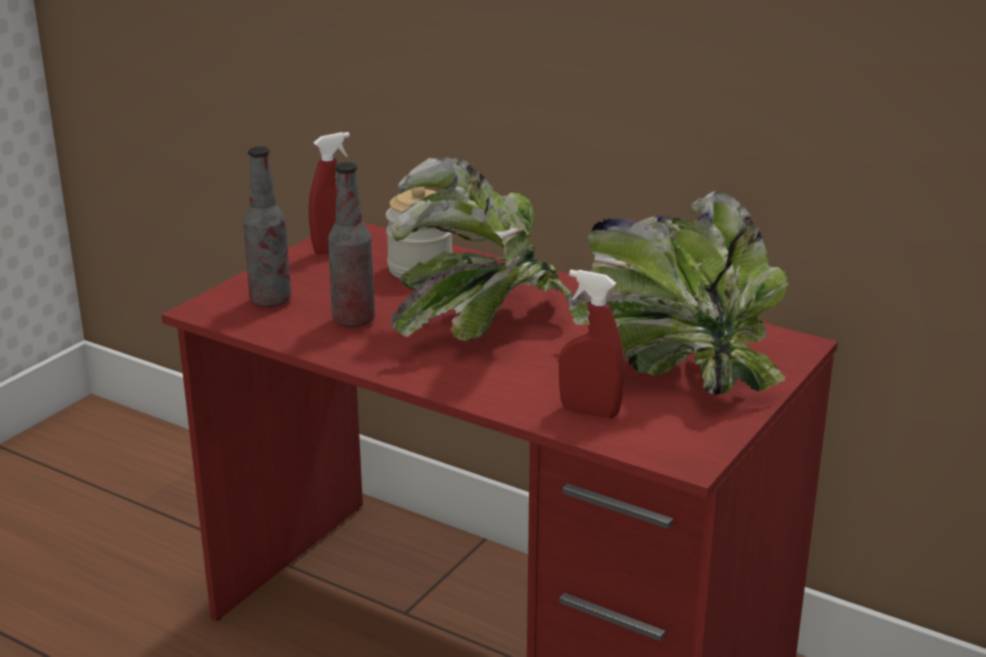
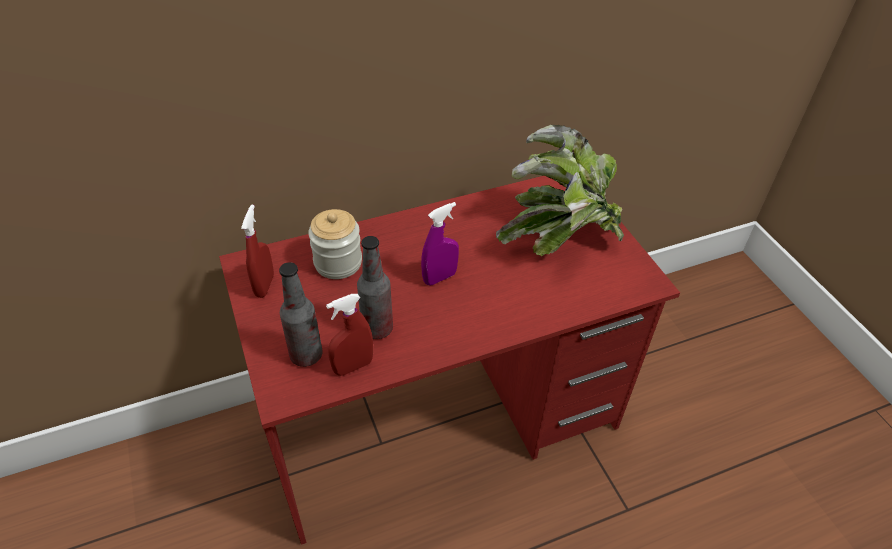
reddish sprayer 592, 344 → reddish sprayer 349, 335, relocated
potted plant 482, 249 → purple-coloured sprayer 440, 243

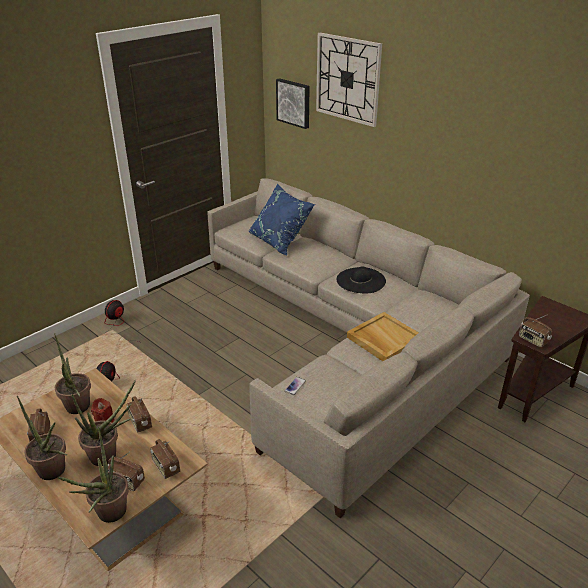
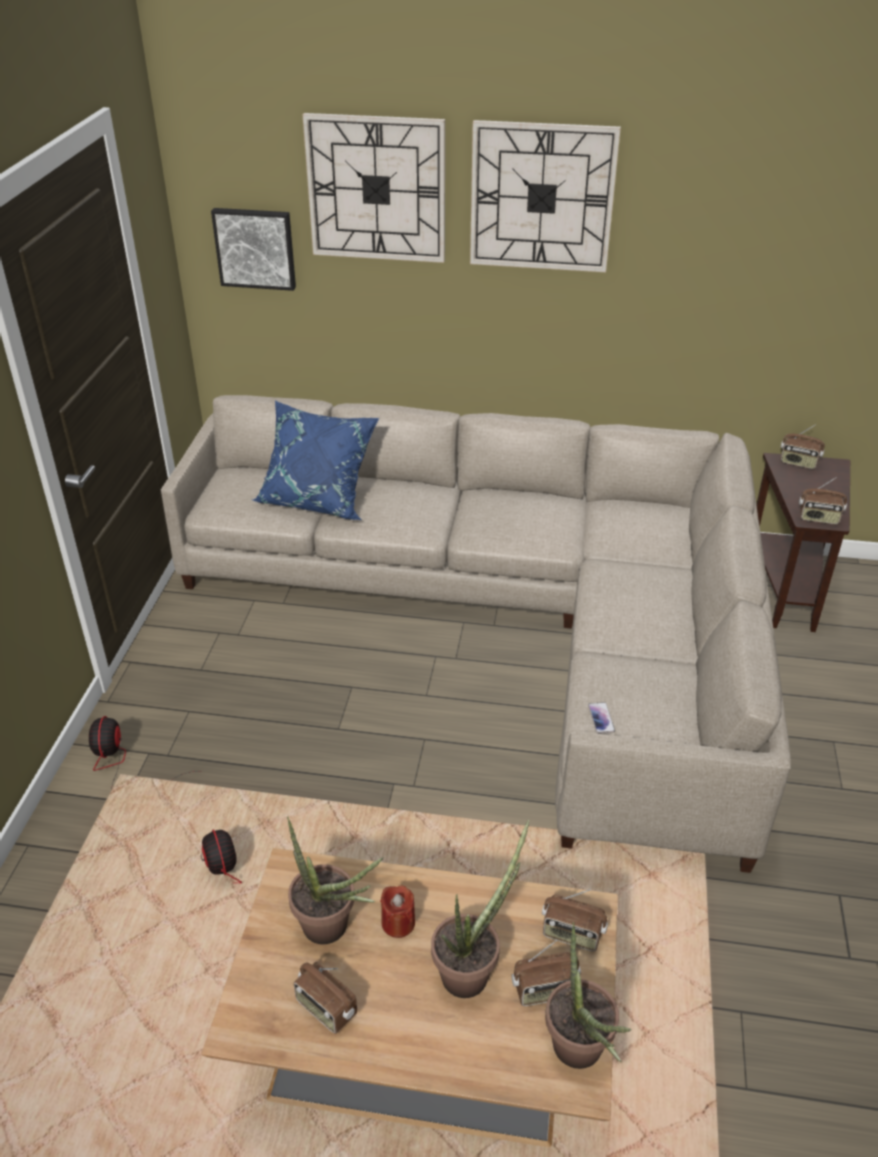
- → clock on the wall 545, 196
radio set 139, 414 → radio set 802, 446, relocated
potted plant 42, 438 → -
blackish wearable hat 361, 280 → -
sand-coloured carrying tray 383, 336 → -

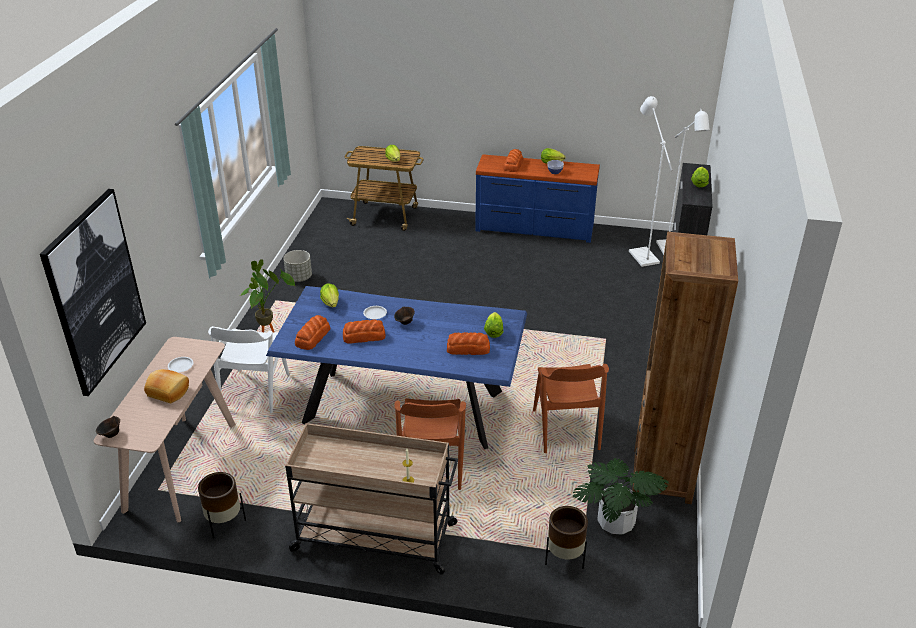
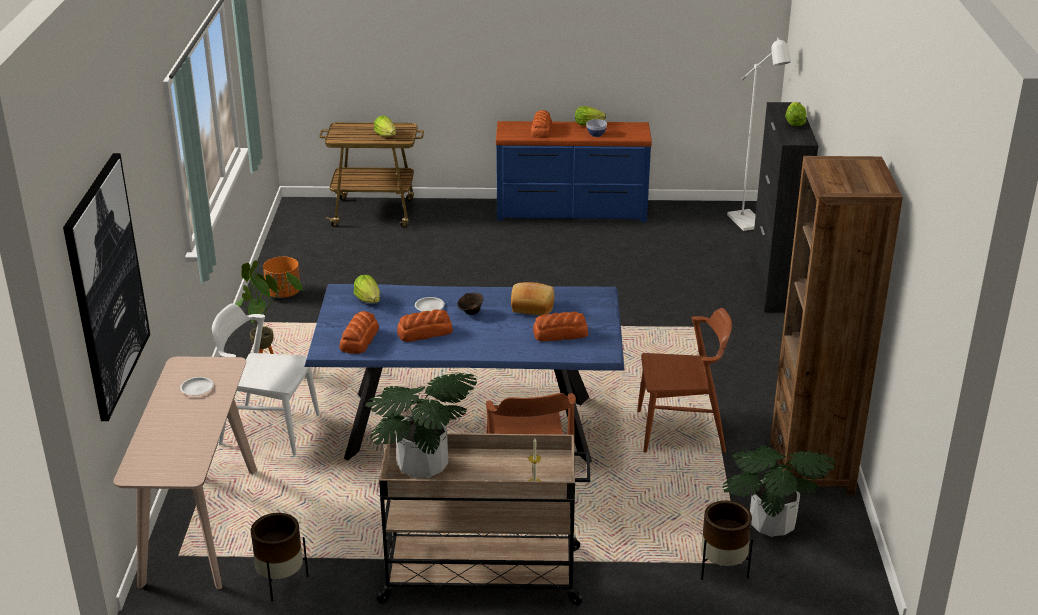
white chair 248, 369 → white chair 266, 380, 105 degrees clockwise
greyish plant pot 297, 266 → orange plant pot 281, 277
- → potted plant 421, 425
bakery bread 166, 386 → bakery bread 532, 299, relocated
brownish chair 571, 408 → brownish chair 684, 380, 75 degrees counterclockwise
brownish serving bowl 108, 427 → -
lettuce 493, 325 → -
white floor lamp 651, 181 → -

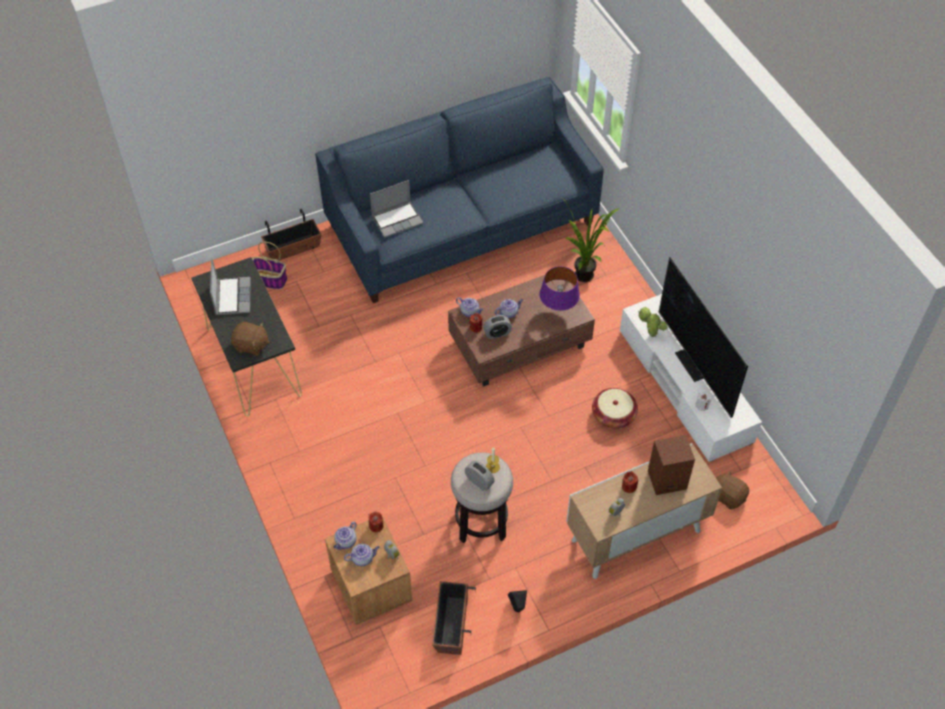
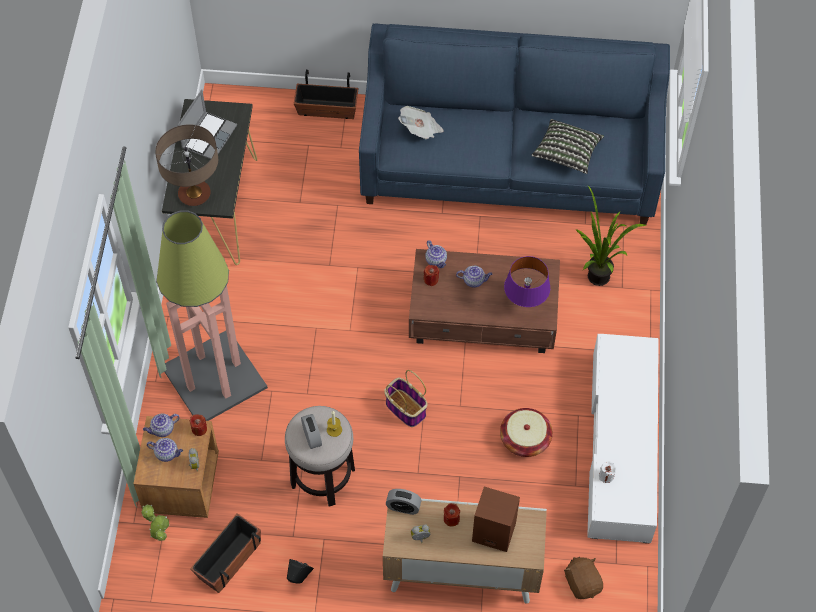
potted plant 653, 321 → potted plant 155, 523, relocated
brownish plush toy 250, 339 → lamp for a table 186, 165
- → floor lamp 212, 315
storage basket 269, 266 → storage basket 406, 398, relocated
table clock 497, 327 → table clock 404, 502, relocated
notebook computer 396, 209 → daily paper 421, 122
- → cushion 568, 146
TV set 703, 337 → -

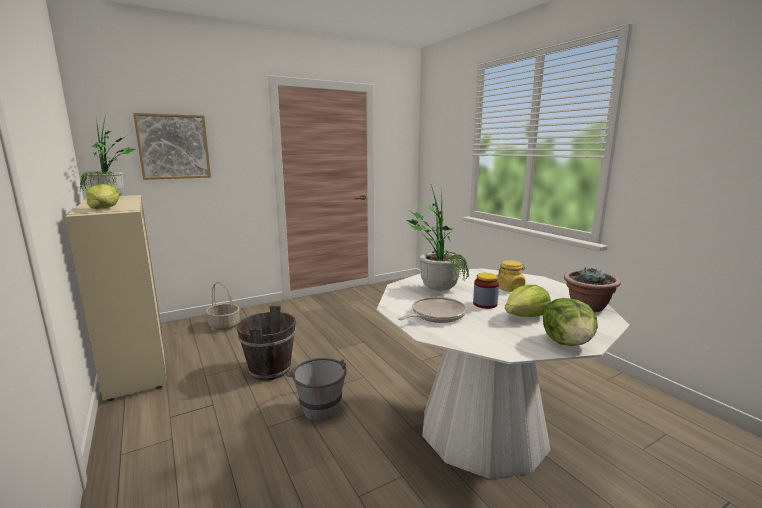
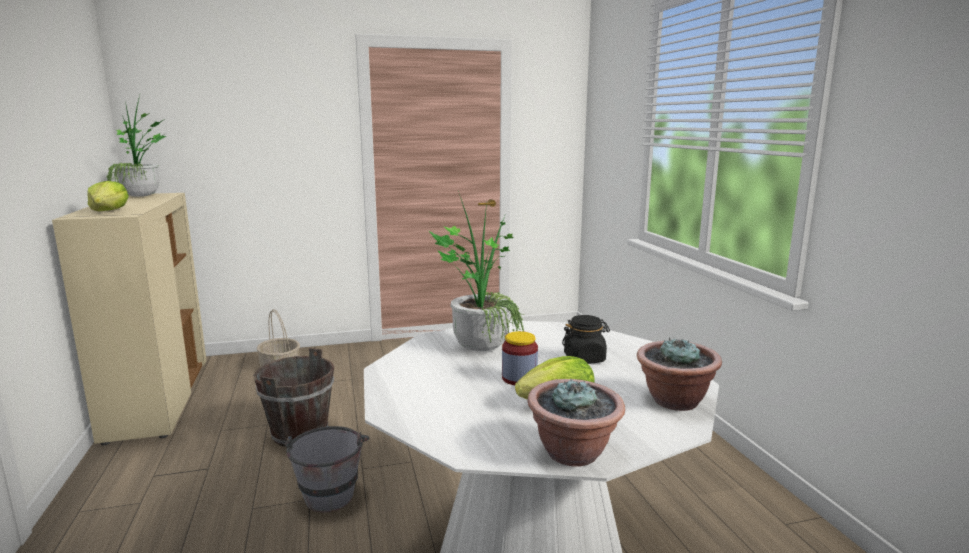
lettuce 570, 322 → potted plant 576, 422
yellow-coloured preserve jar 511, 276 → blackish preserve jar 586, 339
wall picture 172, 146 → -
frying pan 432, 310 → -

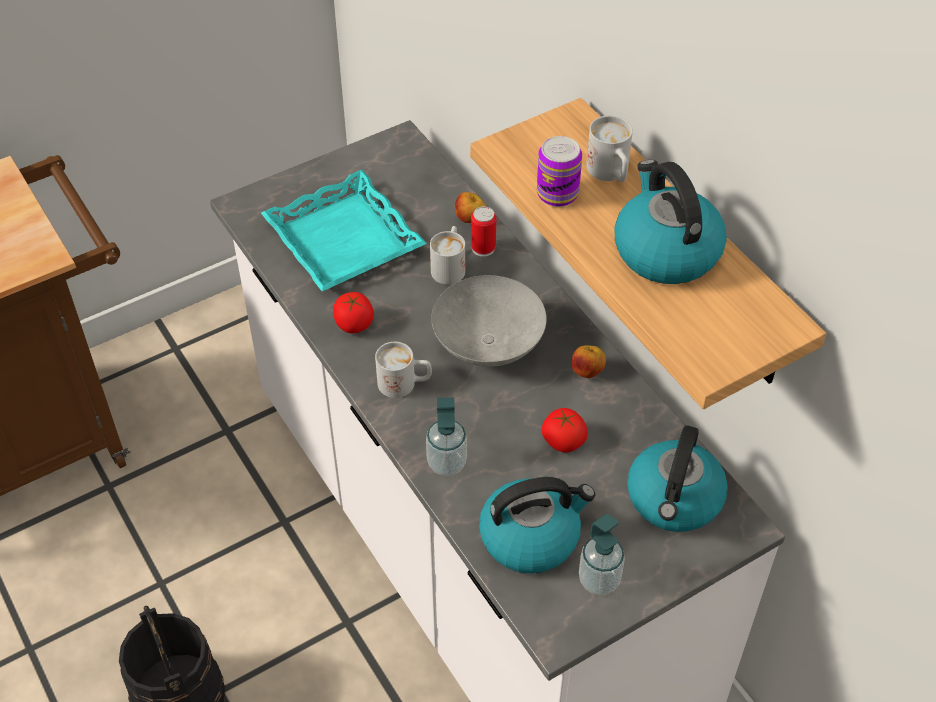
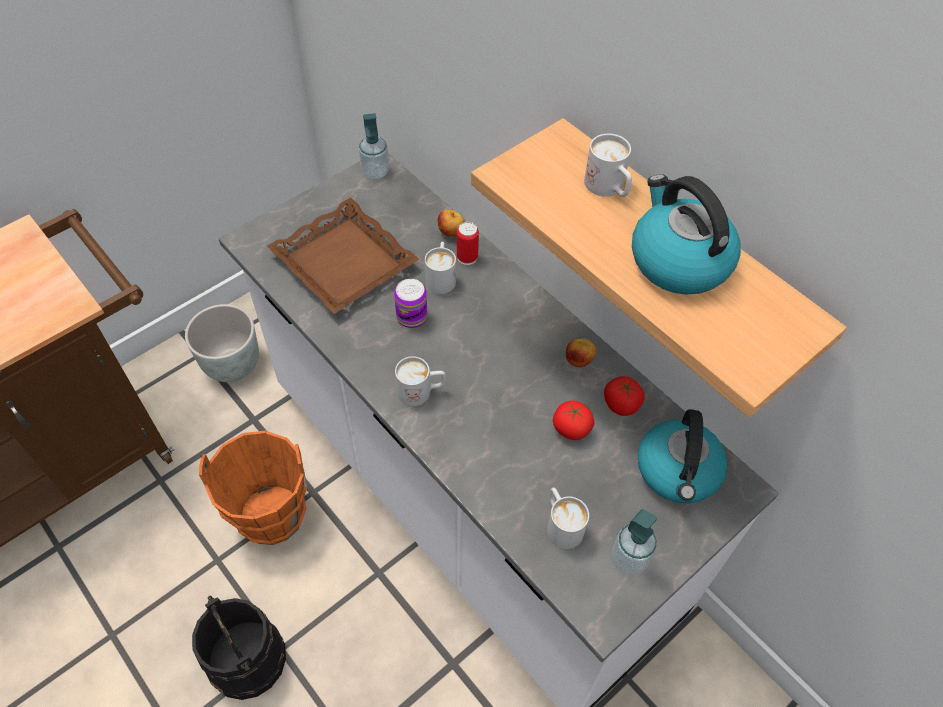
- → greyish plant pot 222, 343
- → orange bucket 253, 488
turquoise-coloured carrying tray 344, 230 → brownish carrying tray 343, 255
soap bottle 446, 437 → soap bottle 374, 146, relocated
metal can 559, 171 → metal can 410, 303, relocated
water kettle 537, 525 → white coffee mug 568, 518
tomato 353, 312 → tomato 624, 396, relocated
greyish serving bowl 489, 321 → -

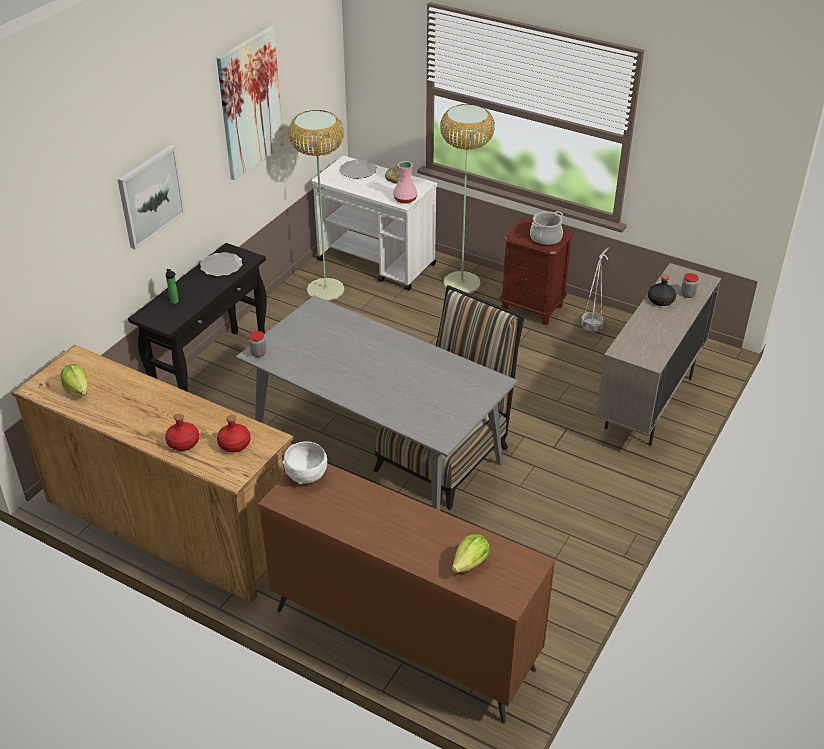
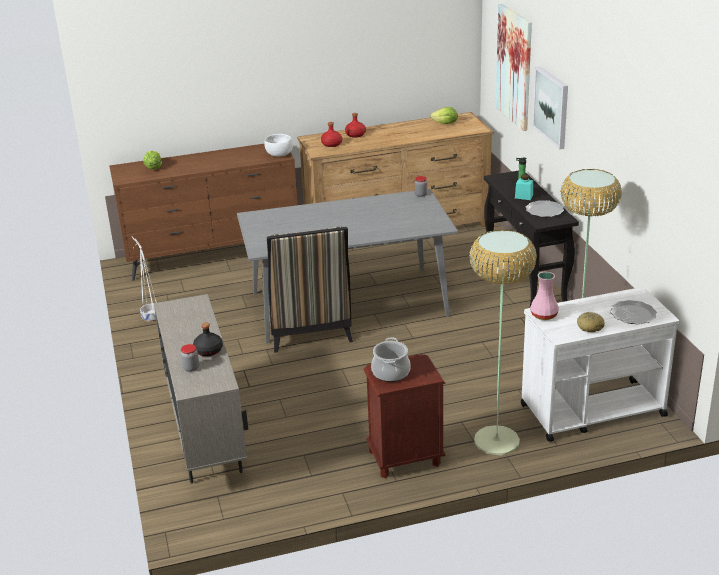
white plant pot 595, 289 → white plant pot 144, 279, relocated
wall picture 250, 103 → wall picture 514, 67, relocated
- → turquoise-coloured preserve jar 524, 187

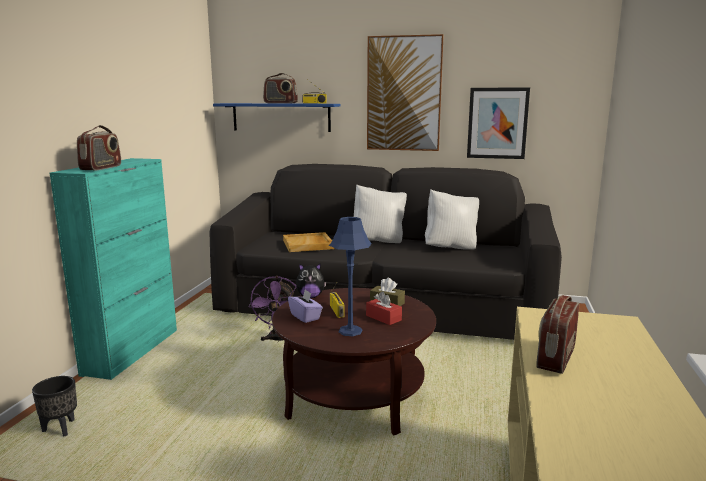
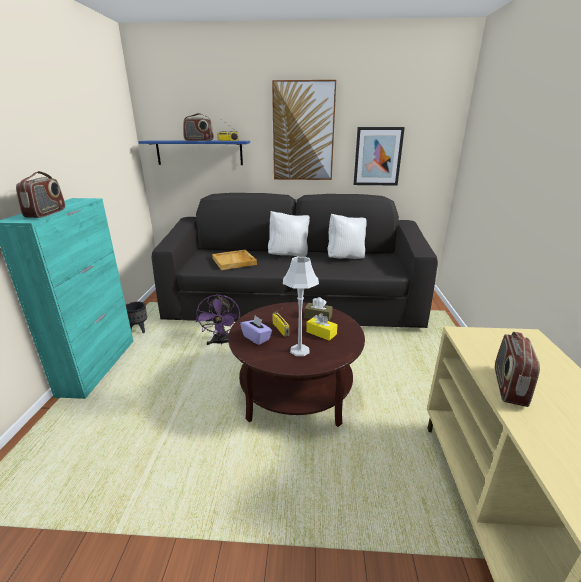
blackish plant pot 54, 406 → blackish plant pot 136, 317, relocated
blue lamp for a table 350, 276 → greyish lamp for a table 301, 306
reddish tissue holder 384, 308 → yellow-coloured tissue holder 321, 327
plush toy 311, 280 → -

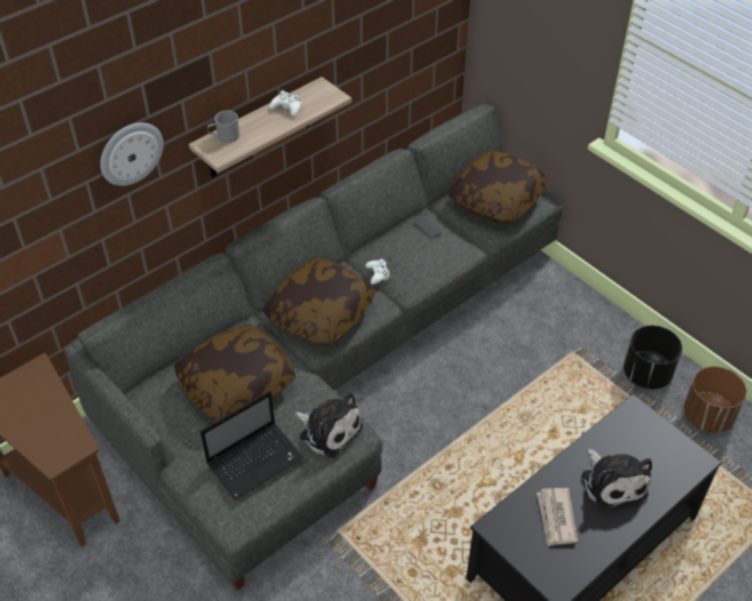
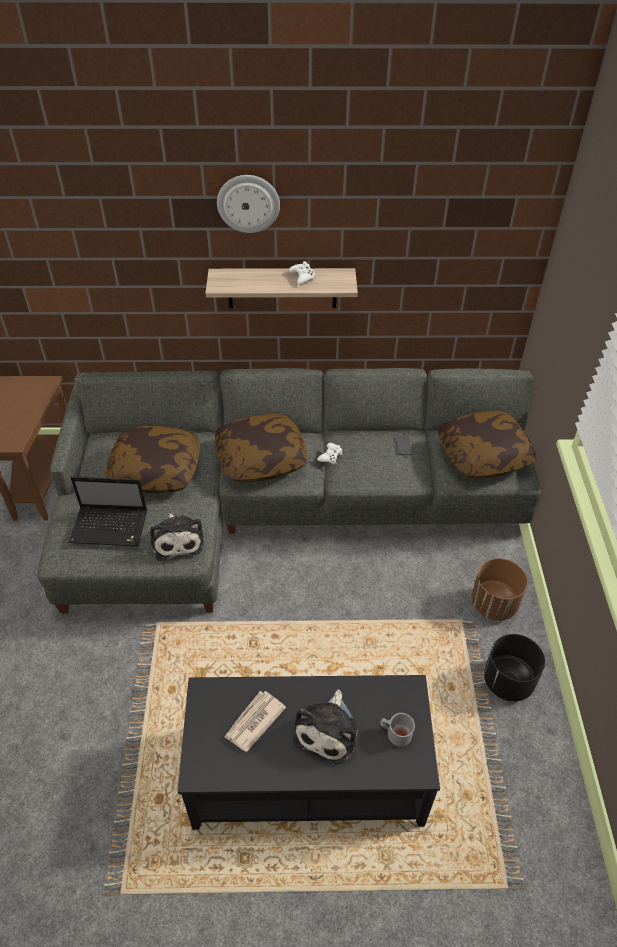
clock on the wall 131, 154 → clock on the wall 248, 204, relocated
greyish coffee mug 223, 126 → greyish coffee mug 397, 730, relocated
brownish plant pot 715, 399 → brownish plant pot 500, 589, relocated

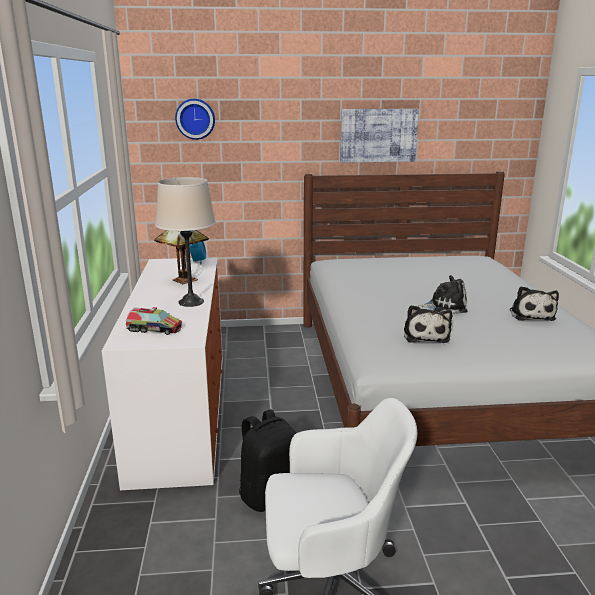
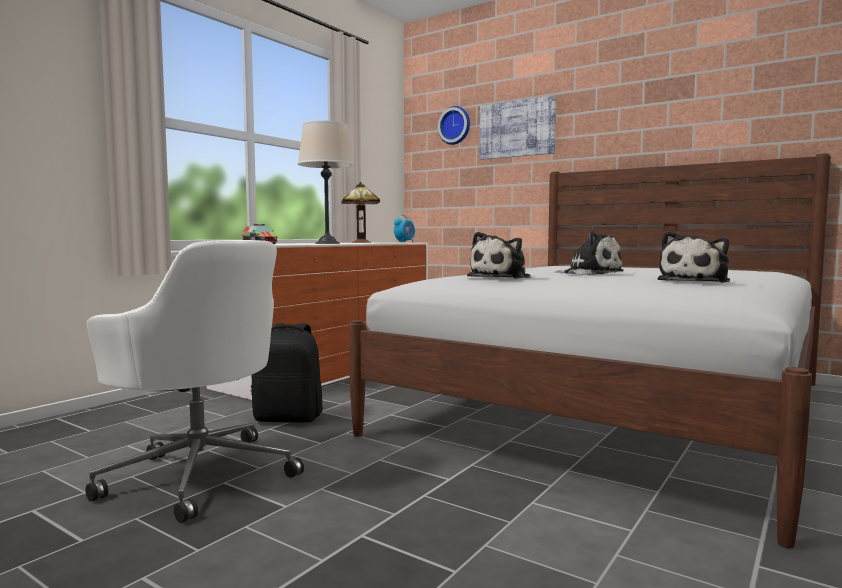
wall picture 379, 135 → wall picture 517, 127, relocated

